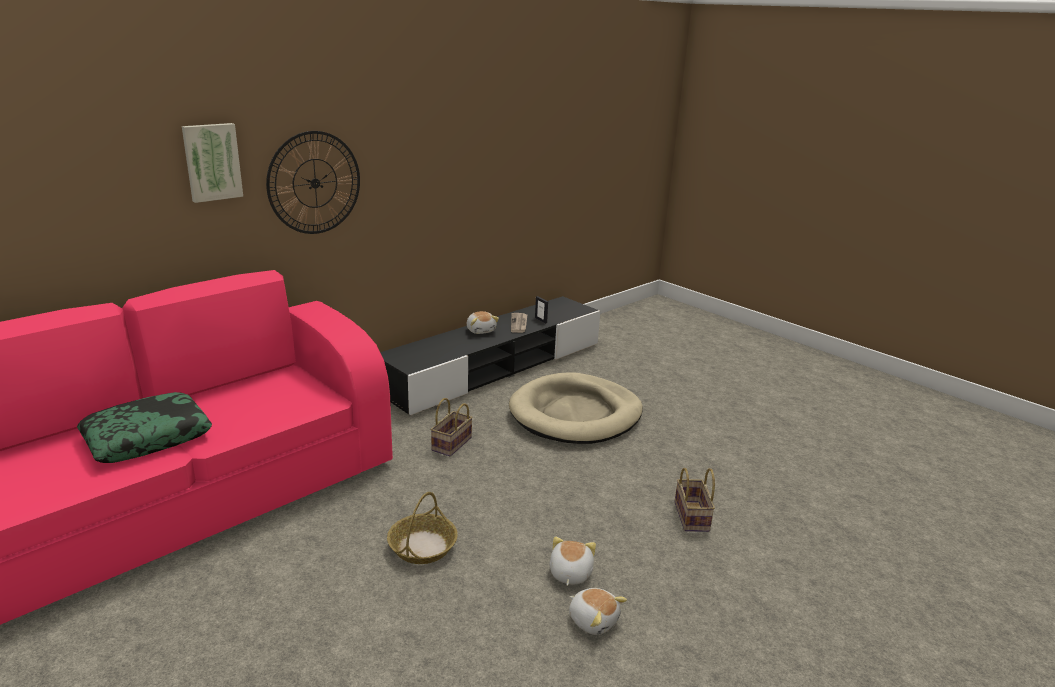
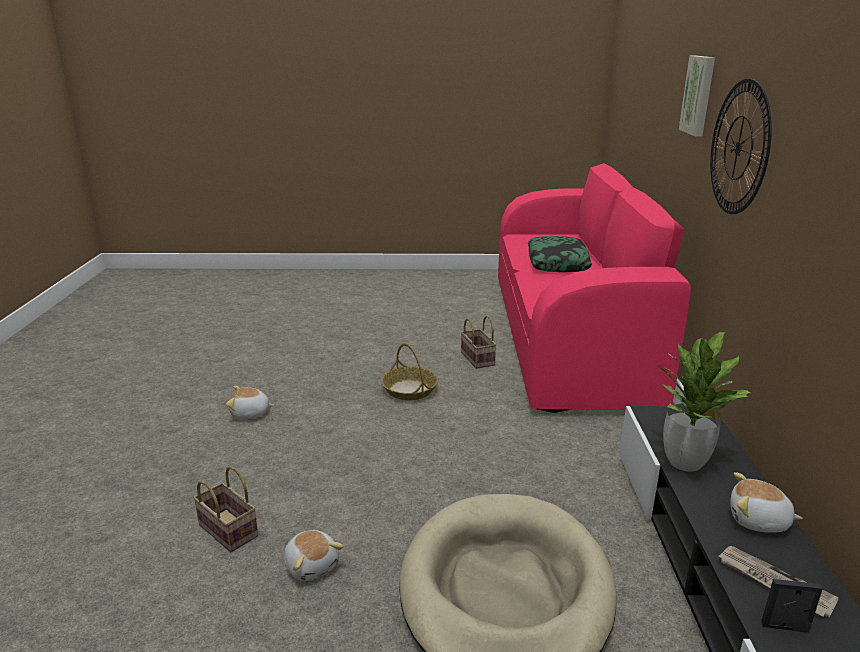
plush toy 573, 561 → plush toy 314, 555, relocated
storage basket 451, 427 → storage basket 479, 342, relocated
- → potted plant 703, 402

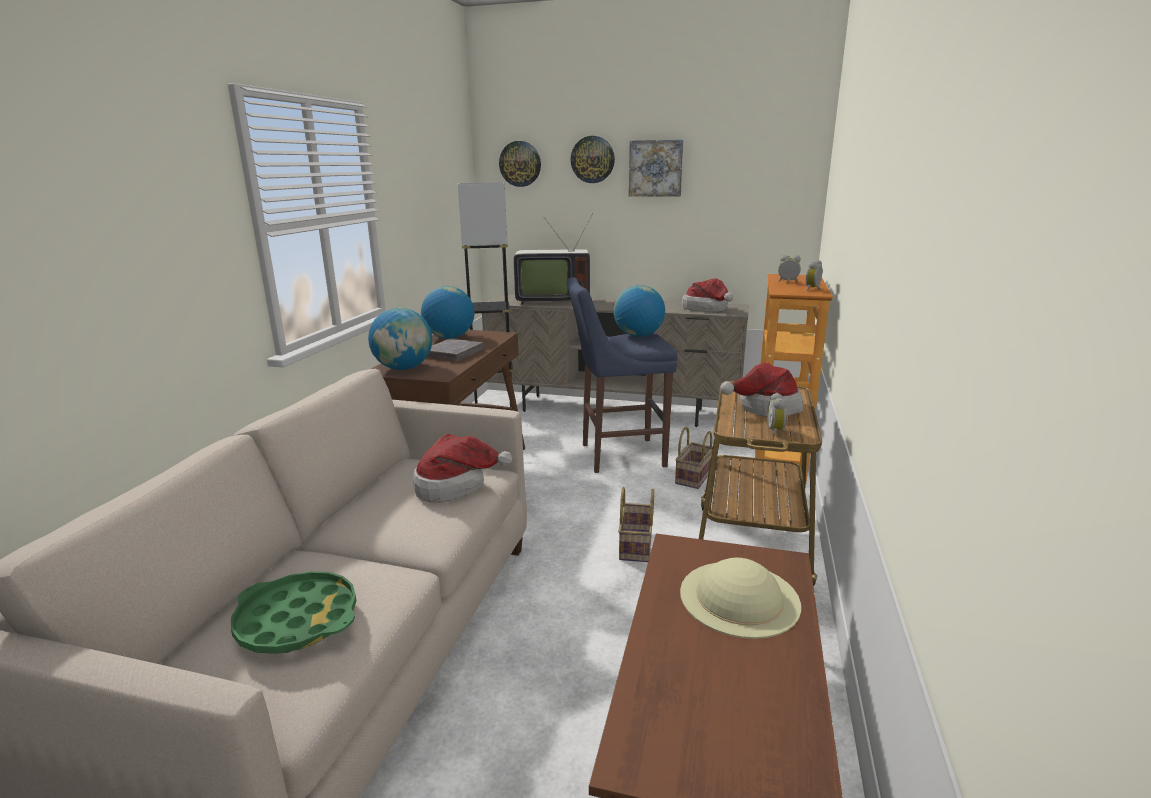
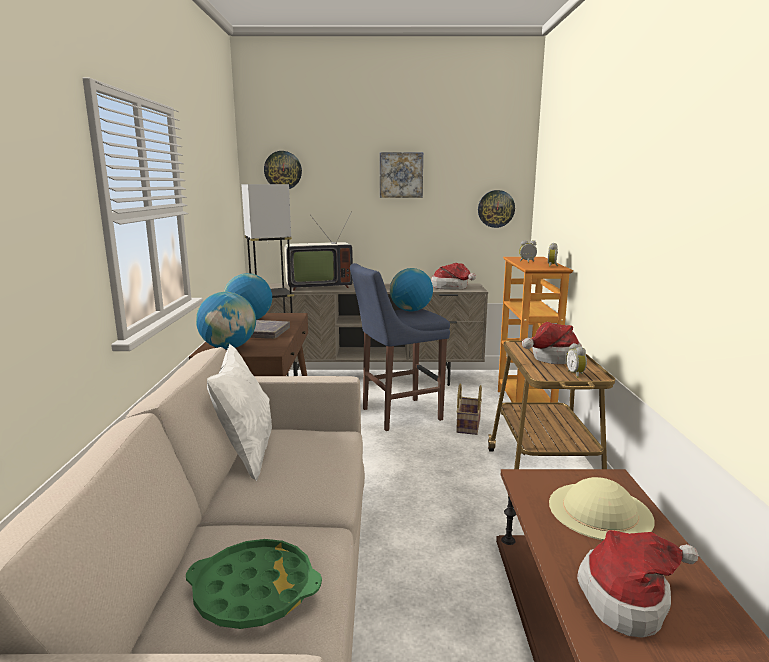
- → white cushion 239, 412
clock on the wall 593, 159 → clock on the wall 496, 209, relocated
wearable hat 463, 468 → wearable hat 638, 583, relocated
storage basket 636, 524 → -

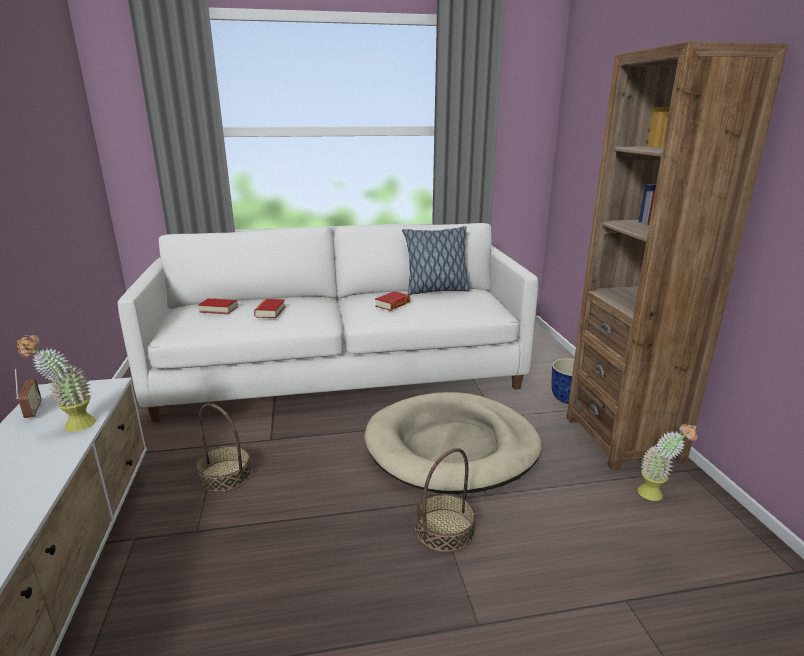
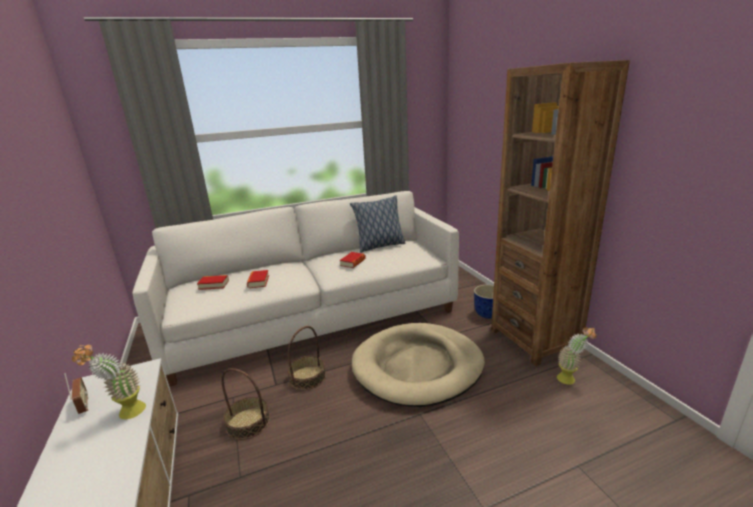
storage basket 445, 500 → storage basket 306, 358, relocated

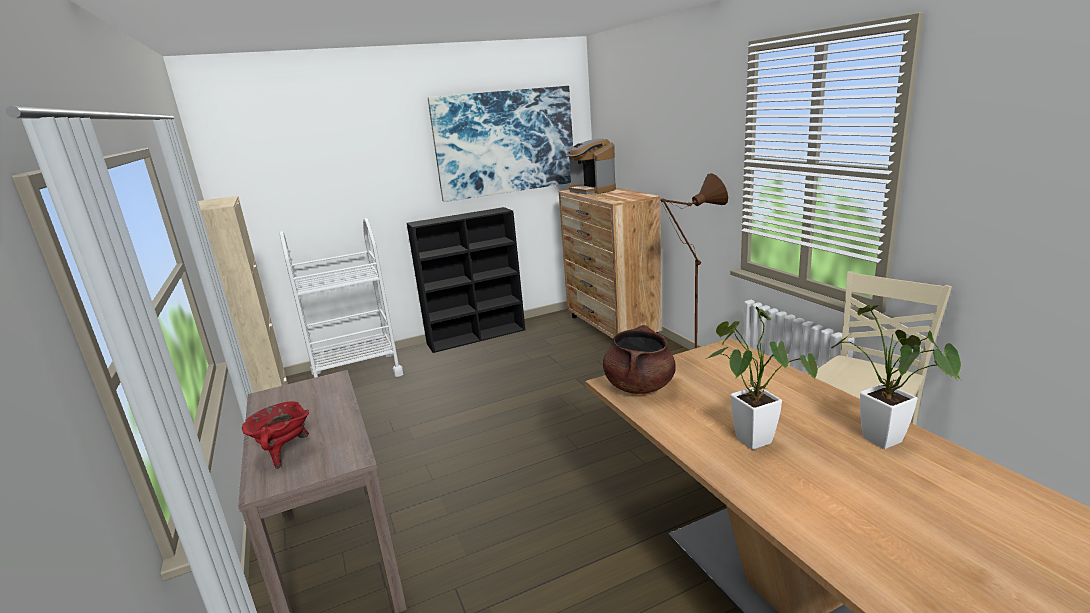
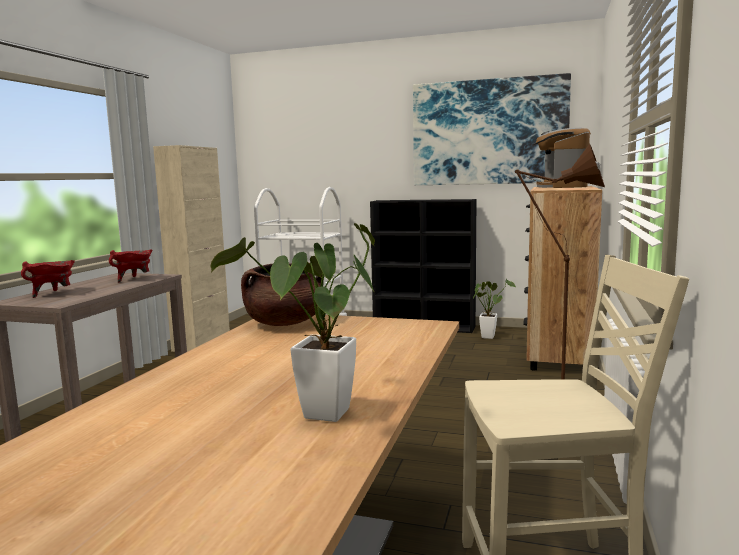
- → reddish stockpot 130, 265
potted plant 762, 378 → potted plant 494, 309, relocated

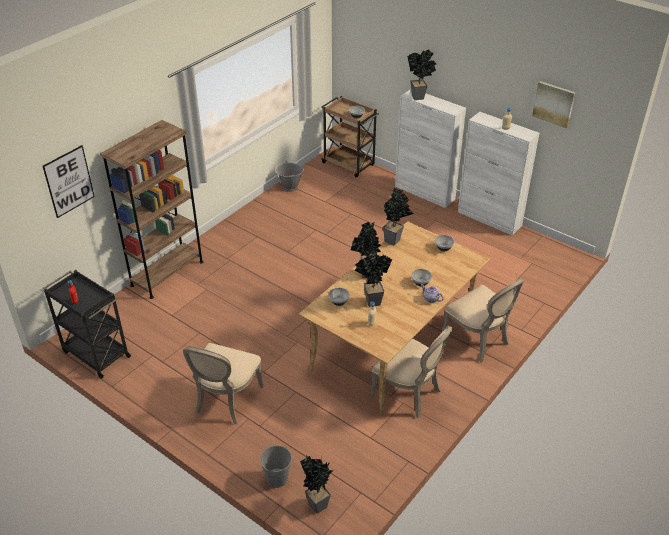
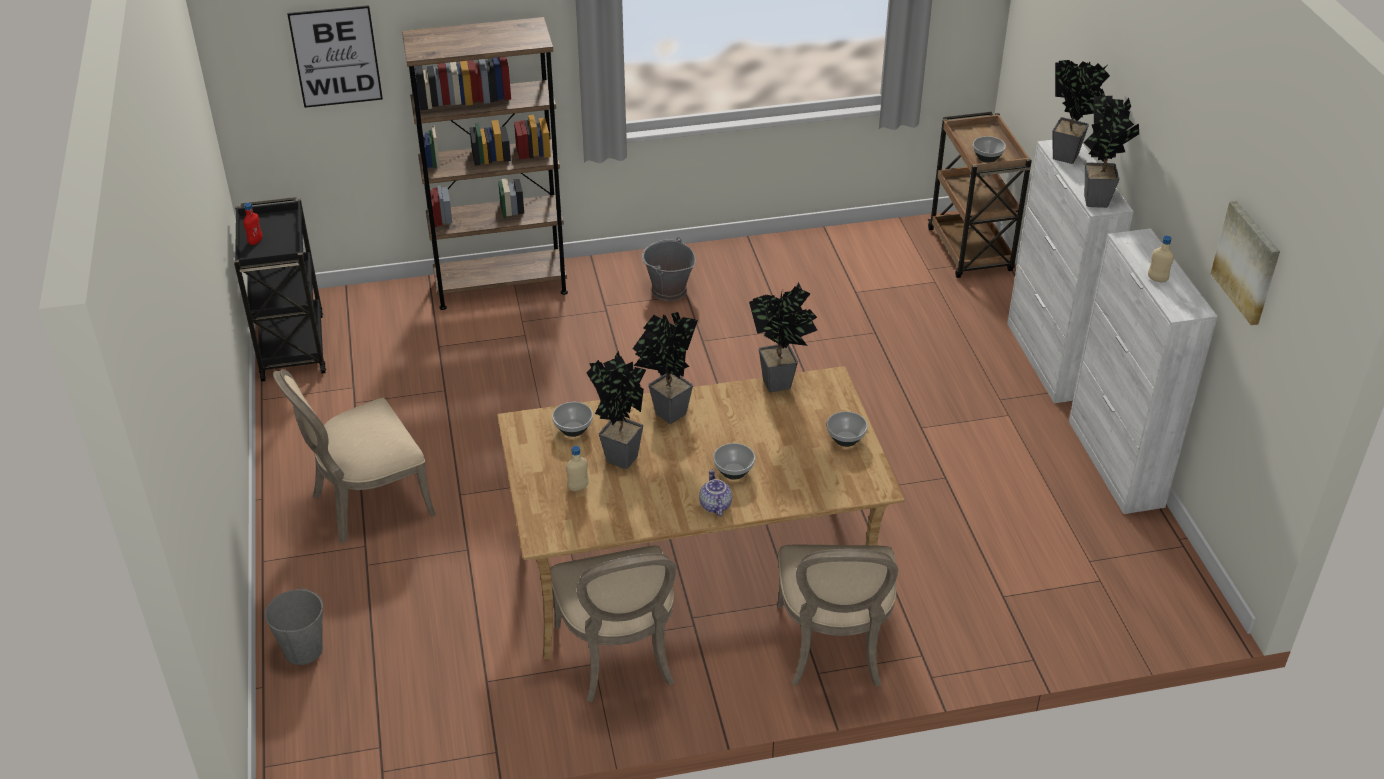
greyish bucket 290, 176 → greyish bucket 669, 269, relocated
potted plant 316, 484 → potted plant 1111, 152, relocated

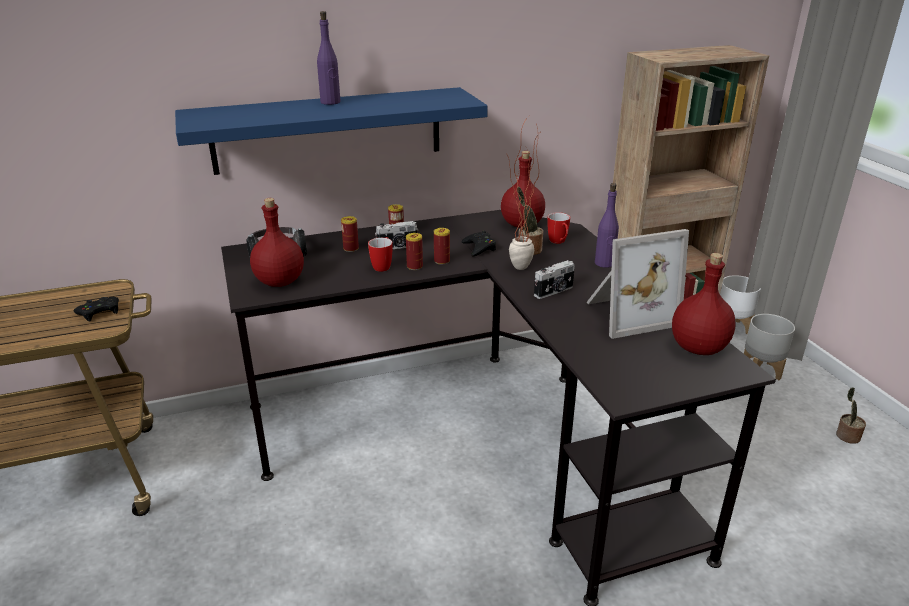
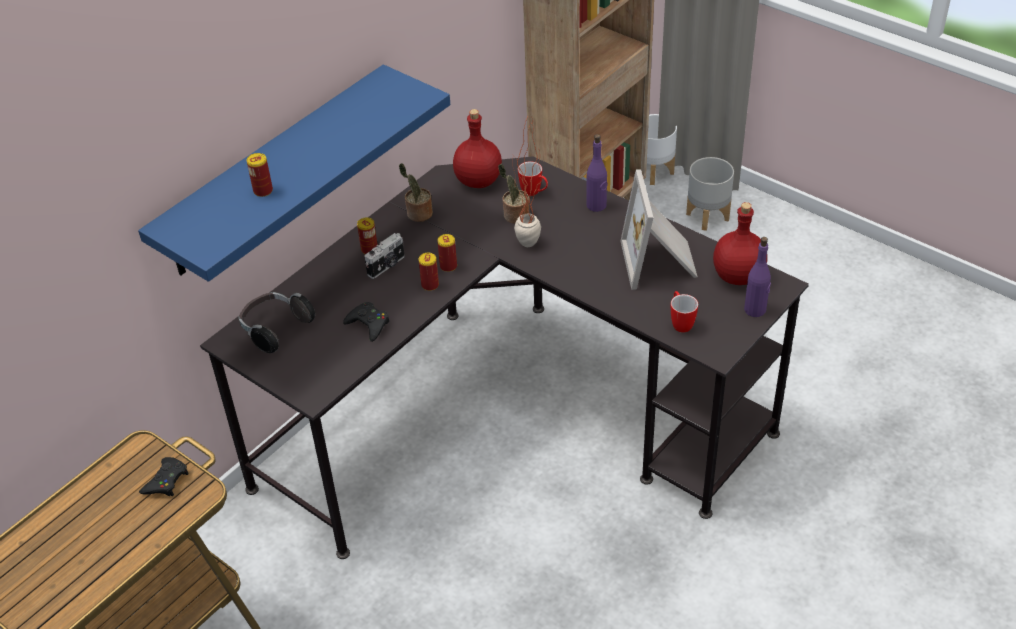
metal can 350, 234 → metal can 259, 175, relocated
blackish gamepad 478, 243 → blackish gamepad 366, 322, relocated
potted plant 851, 415 → potted plant 416, 192, relocated
standing frame 637, 284 → standing frame 659, 229, 135 degrees clockwise
coffee mug 380, 254 → coffee mug 684, 312, relocated
purple-coloured beverage bottle 328, 58 → purple-coloured beverage bottle 757, 277, relocated
reddish beverage bottle 277, 242 → -
photo camera 554, 279 → -

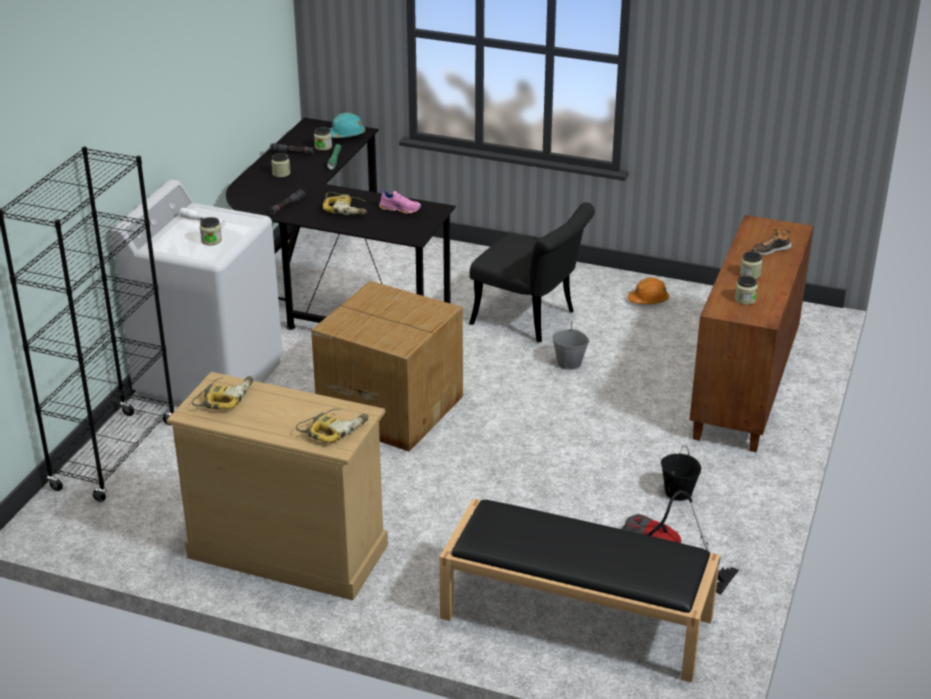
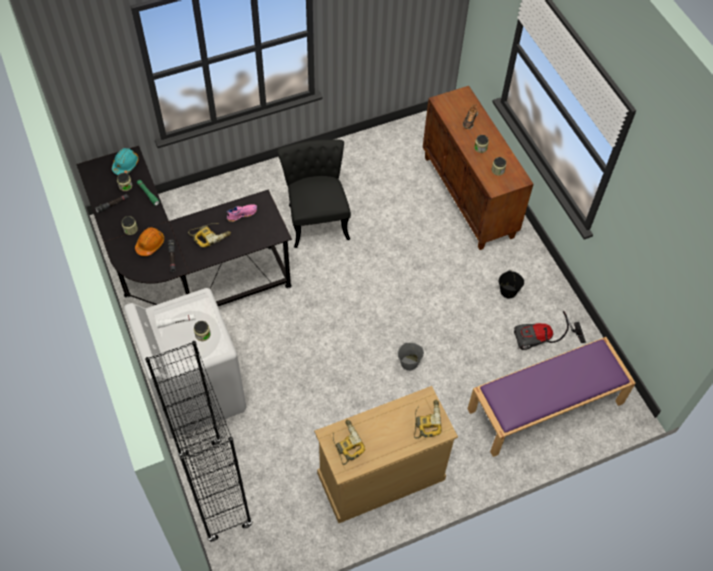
orange work helmet 648, 291 → orange work helmet 149, 241, relocated
blackish chair 532, 272 → blackish chair 314, 194, 90 degrees counterclockwise
greyish bucket 571, 345 → greyish bucket 411, 357, relocated
blackish bench 580, 591 → purple-coloured bench 552, 397
cardboard box 387, 366 → -

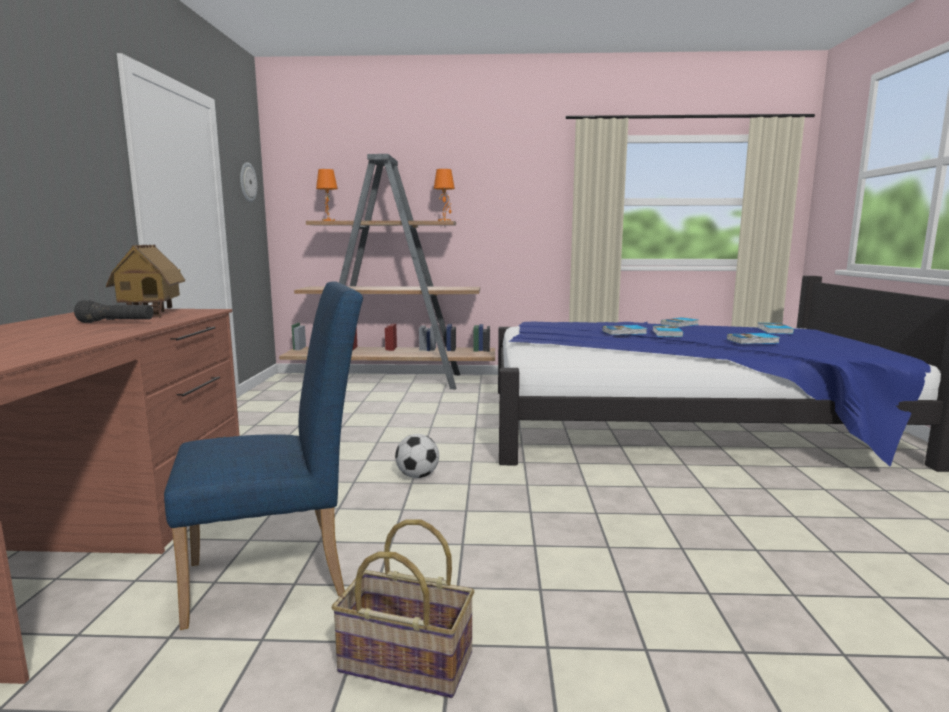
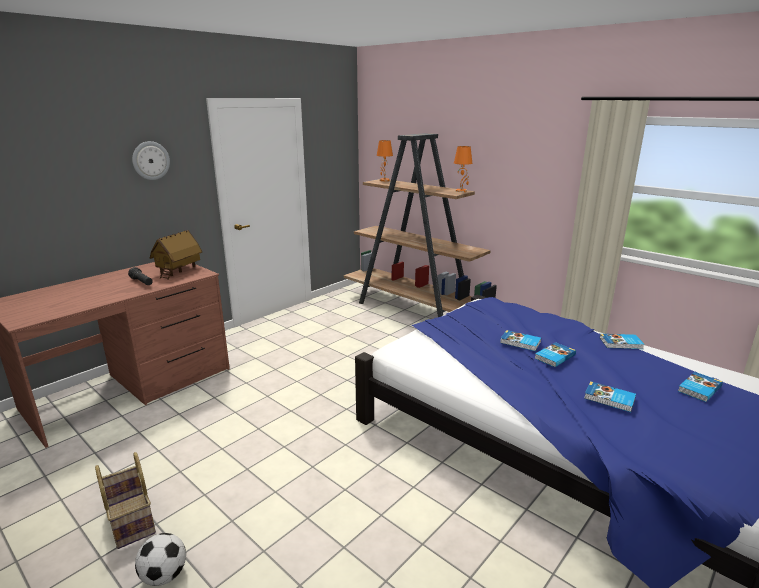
clock on the wall 248, 182 → clock on the wall 151, 160, relocated
football ball 417, 456 → football ball 160, 559, relocated
blue chair 263, 455 → -

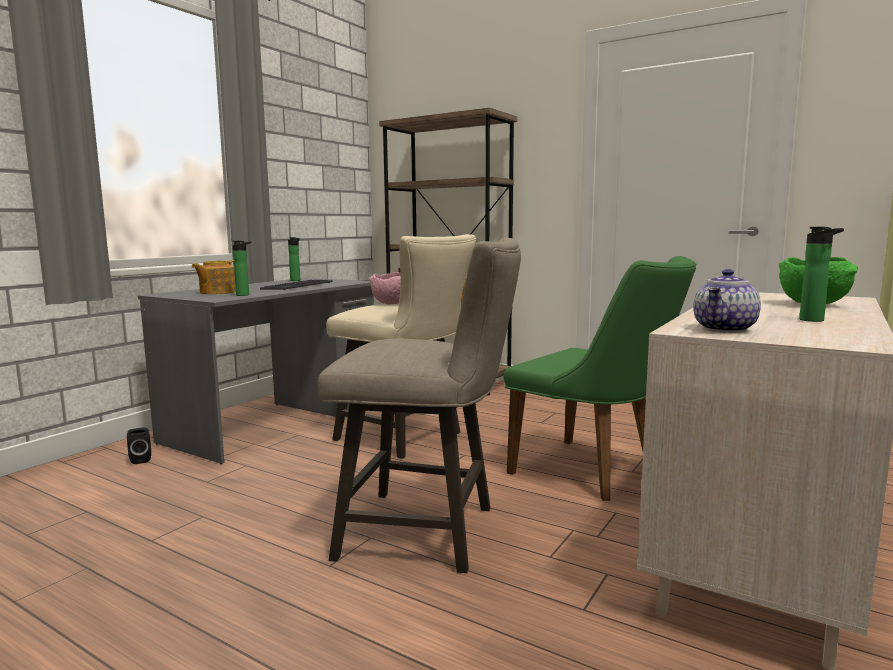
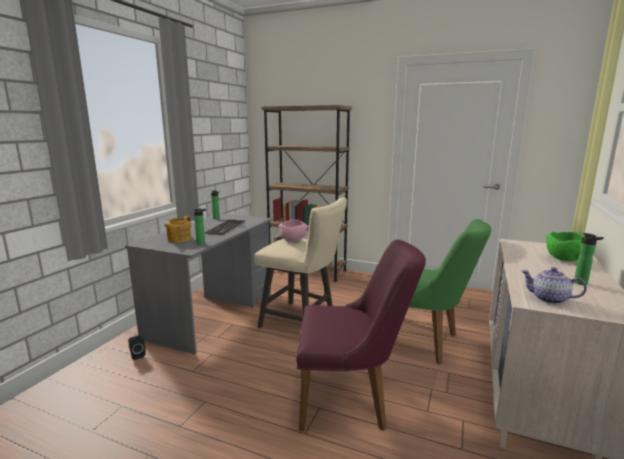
sand-coloured stool 419, 405 → purple-coloured chair 361, 335
tea pot 727, 301 → tea pot 554, 285, 90 degrees clockwise

